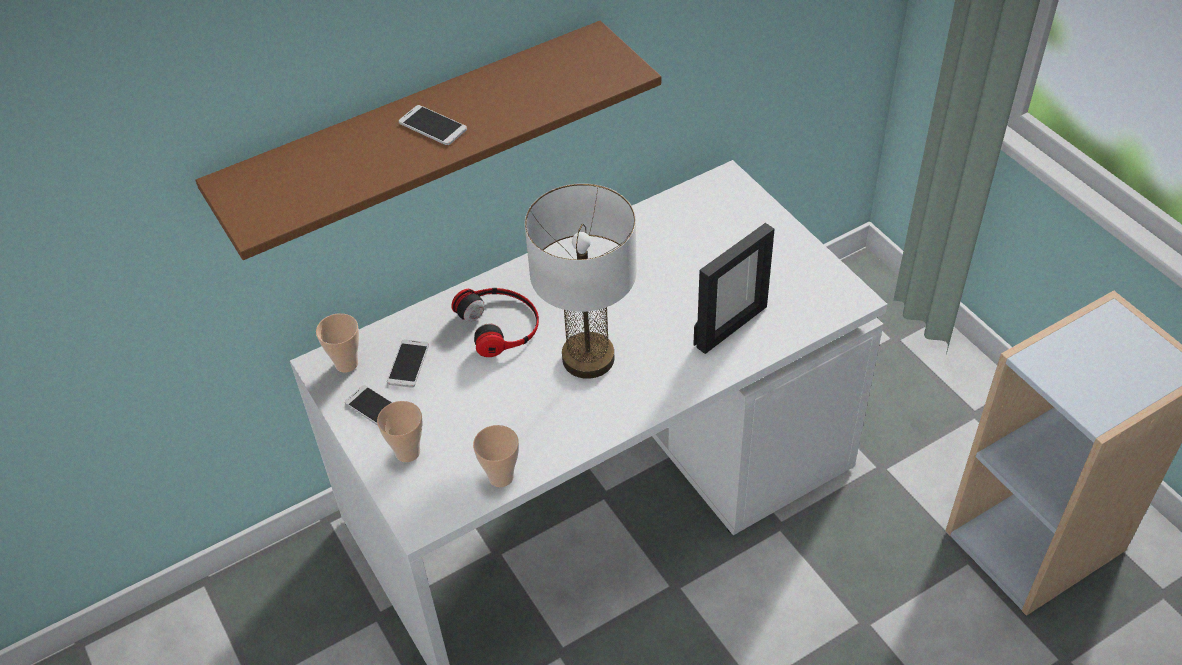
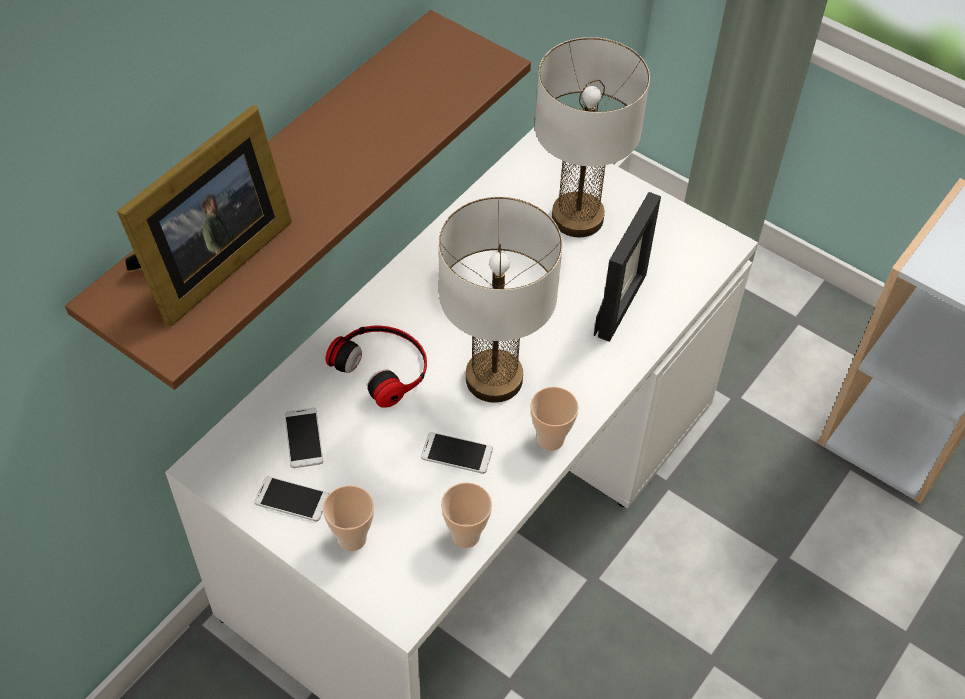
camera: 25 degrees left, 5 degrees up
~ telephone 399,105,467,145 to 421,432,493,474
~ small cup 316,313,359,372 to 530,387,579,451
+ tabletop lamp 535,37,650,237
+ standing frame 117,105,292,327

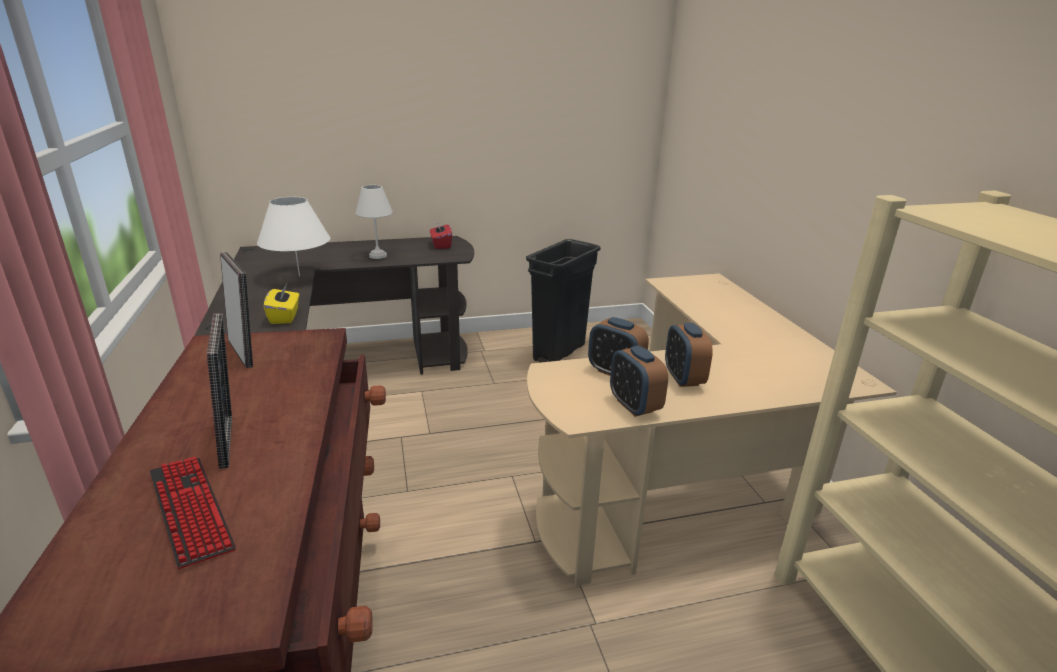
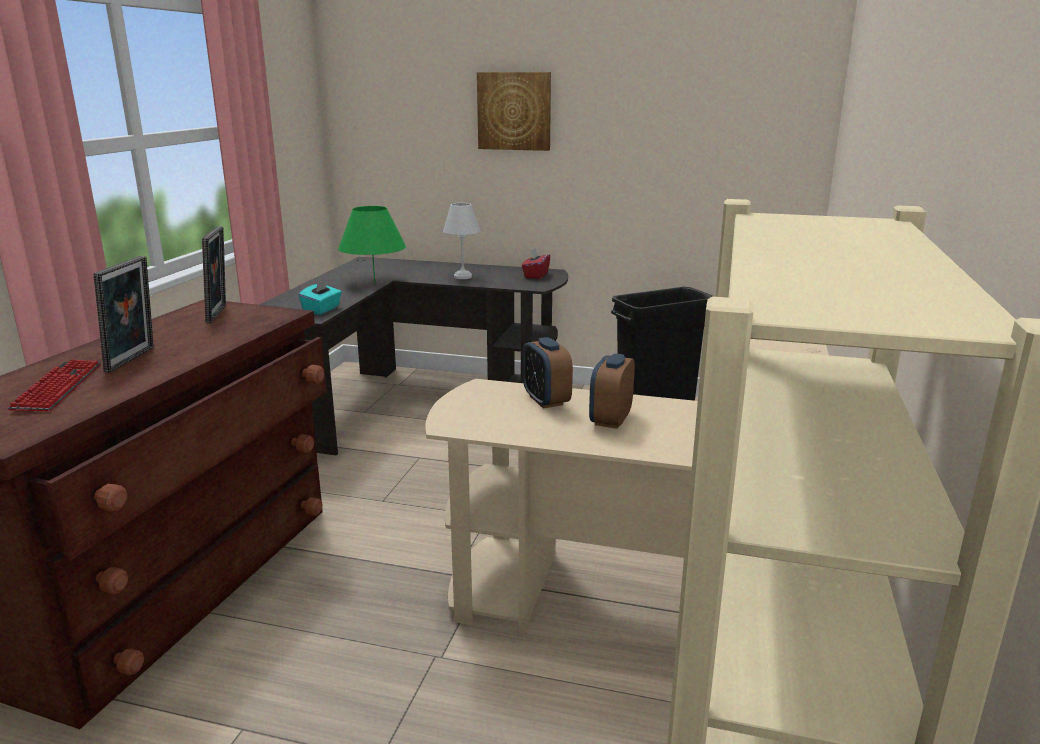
camera: 30 degrees right, 5 degrees down
~ white-coloured tabletop lamp 257,197,330,276 to greenish tabletop lamp 338,206,406,283
~ yellow tissue holder 264,284,299,324 to blue-green tissue holder 299,278,342,315
- table clock 610,345,668,417
+ wall picture 477,72,551,151

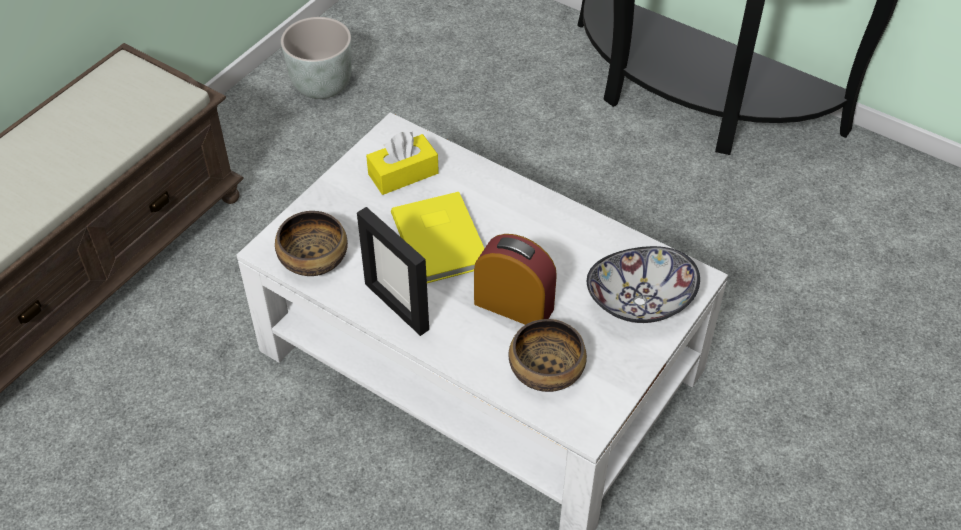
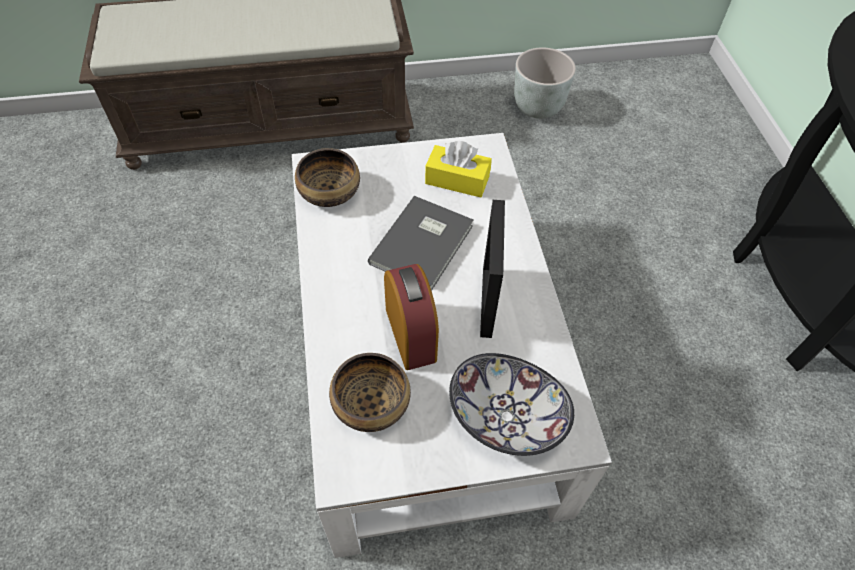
camera: 45 degrees right, 5 degrees up
~ yellow bound book 391,192,485,283 to greyish bound book 368,196,474,291
~ standing frame 357,207,429,336 to 480,200,505,338

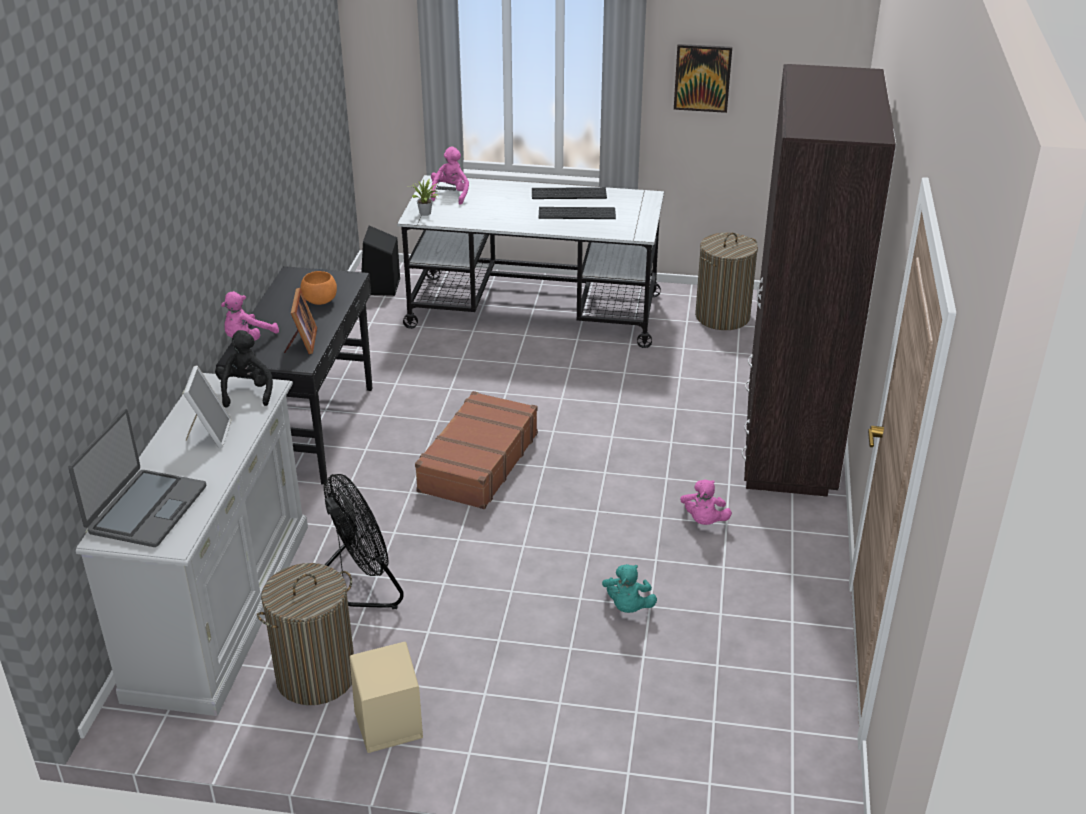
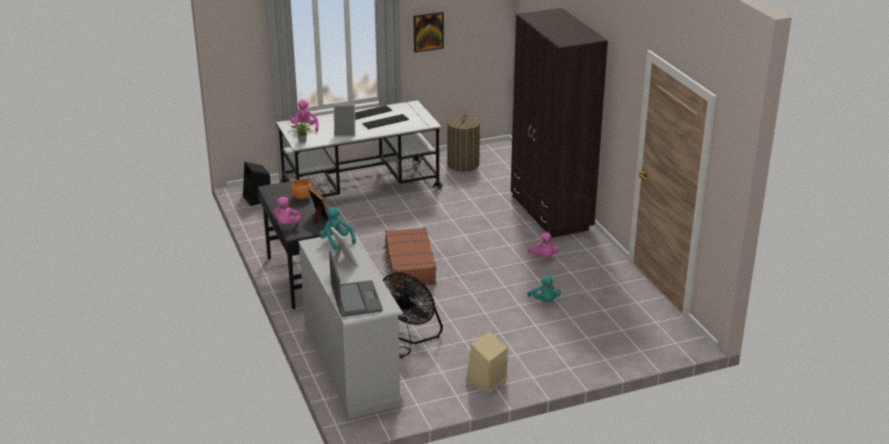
camera: 30 degrees left, 5 degrees down
~ black-coloured cuddly toy 215,330,273,408 to blue-green cuddly toy 319,207,356,250
- hamper 257,563,354,705
+ standing frame 334,105,355,137

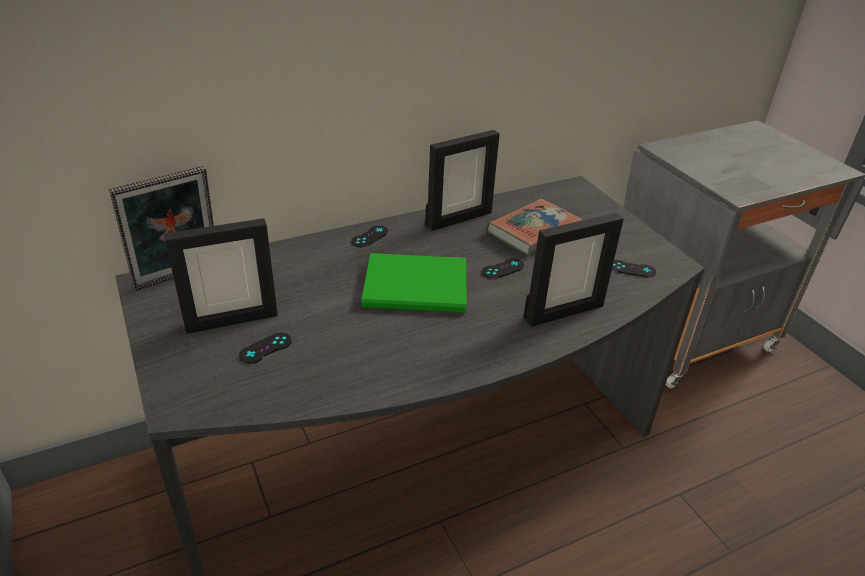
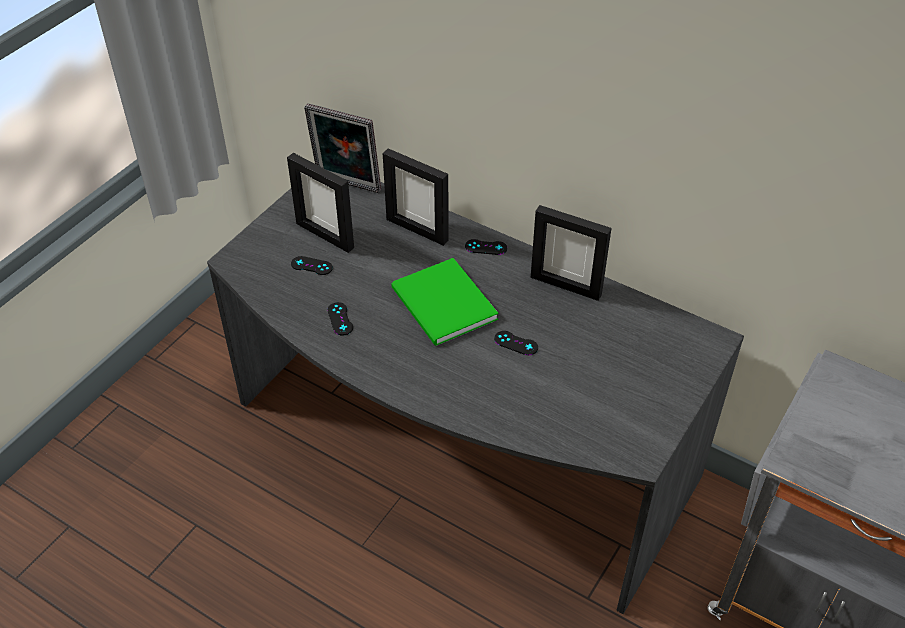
camera: 60 degrees right, 10 degrees up
- bound book 487,199,582,256
~ standing frame 523,213,624,327 to 383,149,449,246
~ black-coloured gamepad 612,260,656,277 to 327,302,353,335

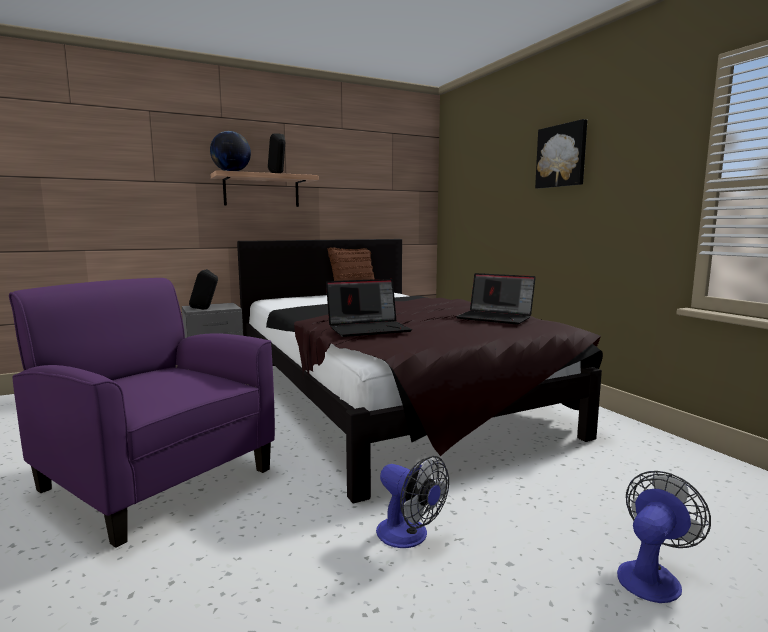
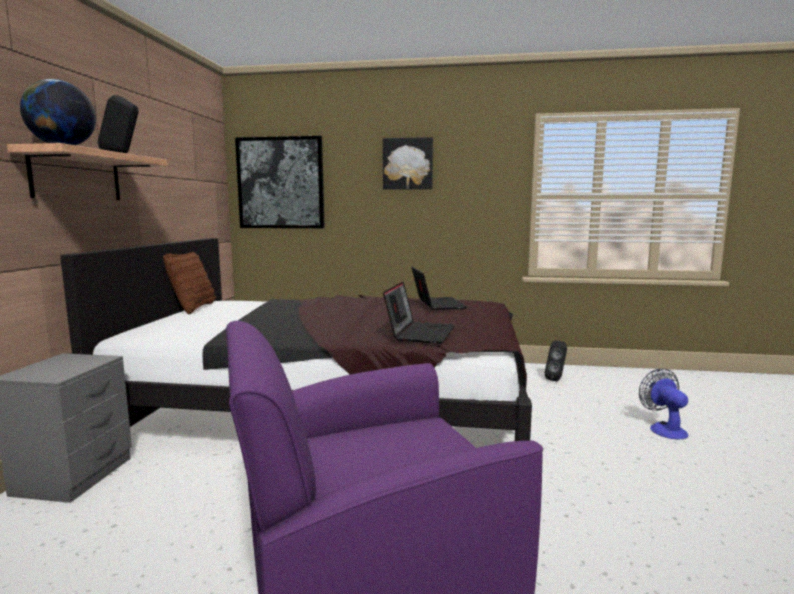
camera: 55 degrees left, 0 degrees up
~ black-coloured audio speaker 189,269,218,309 to 544,341,567,381
~ notebook computer 456,273,536,325 = 411,267,467,310 75 degrees counterclockwise
- fan 376,456,449,548
+ wall picture 235,136,325,228

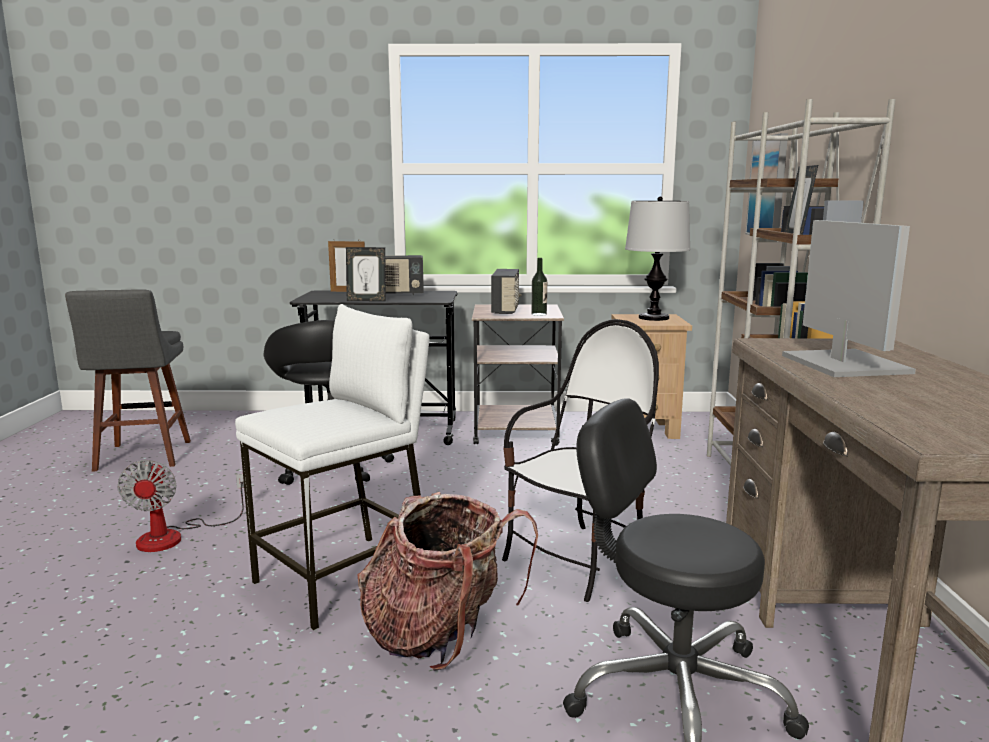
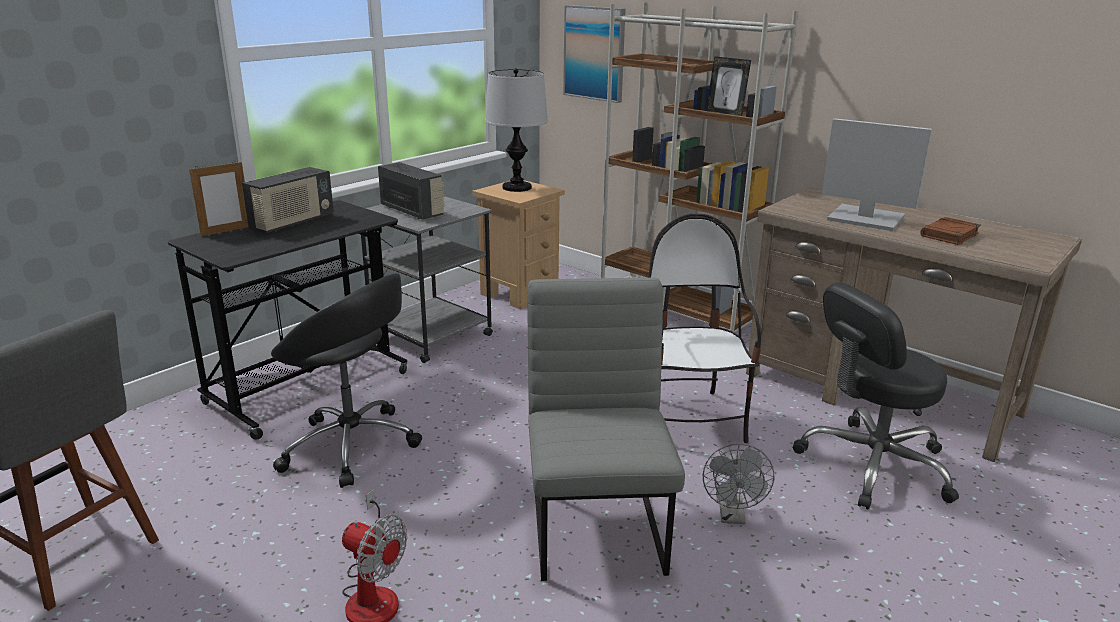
camera: 50 degrees left, 10 degrees up
- standing frame 346,247,386,302
- bottle 531,258,547,316
~ white-coloured stool 235,304,430,631 to greyish plain chair 527,277,685,581
~ brown trolley 472,304,564,446 to greyish trolley 361,196,493,363
~ backpack 357,492,538,671 to greyish fan 703,444,774,524
+ brown bound book 920,217,981,245

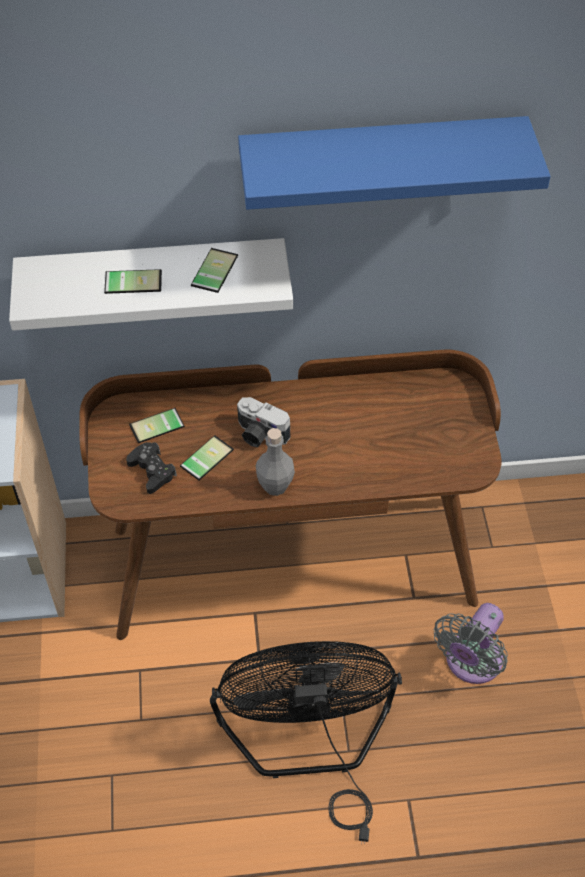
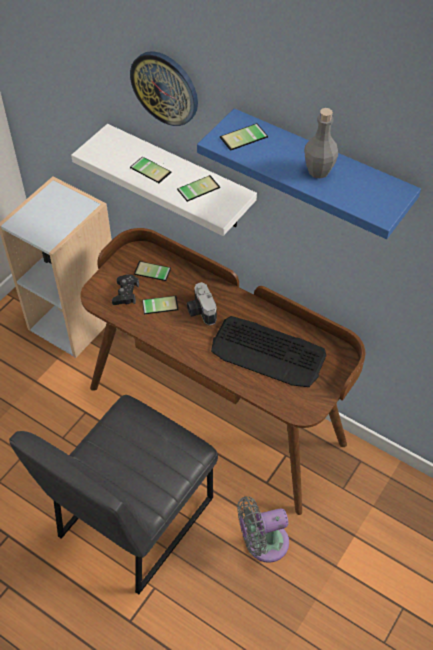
camera: 40 degrees right, 0 degrees up
~ greyish bottle 256,428,295,496 to 304,108,338,178
~ black-coloured fan 210,641,402,845 to greyish plain chair 9,395,218,594
+ clock on the wall 130,51,198,126
+ telephone 220,123,268,151
+ PC keyboard 211,316,326,387

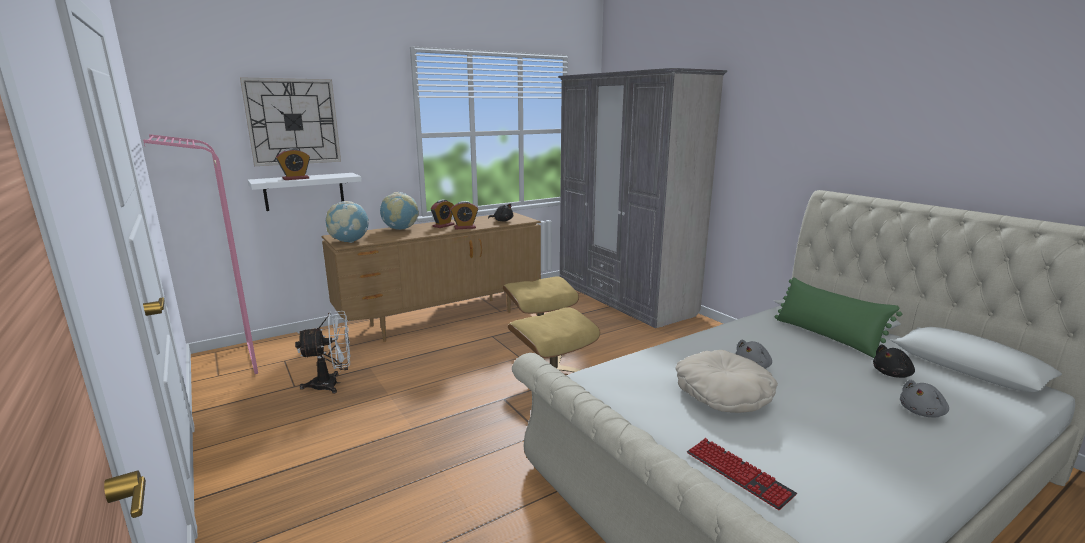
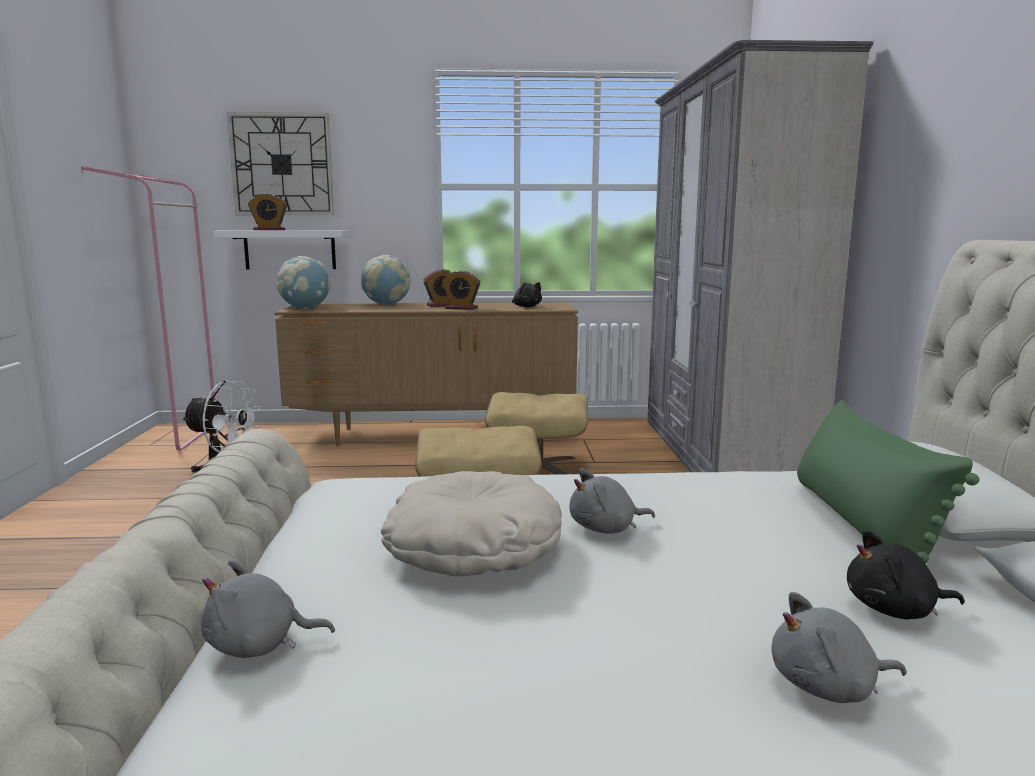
camera: 30 degrees right, 5 degrees down
~ PC keyboard 687,438,797,510 to greyish cuddly toy 201,560,335,658

